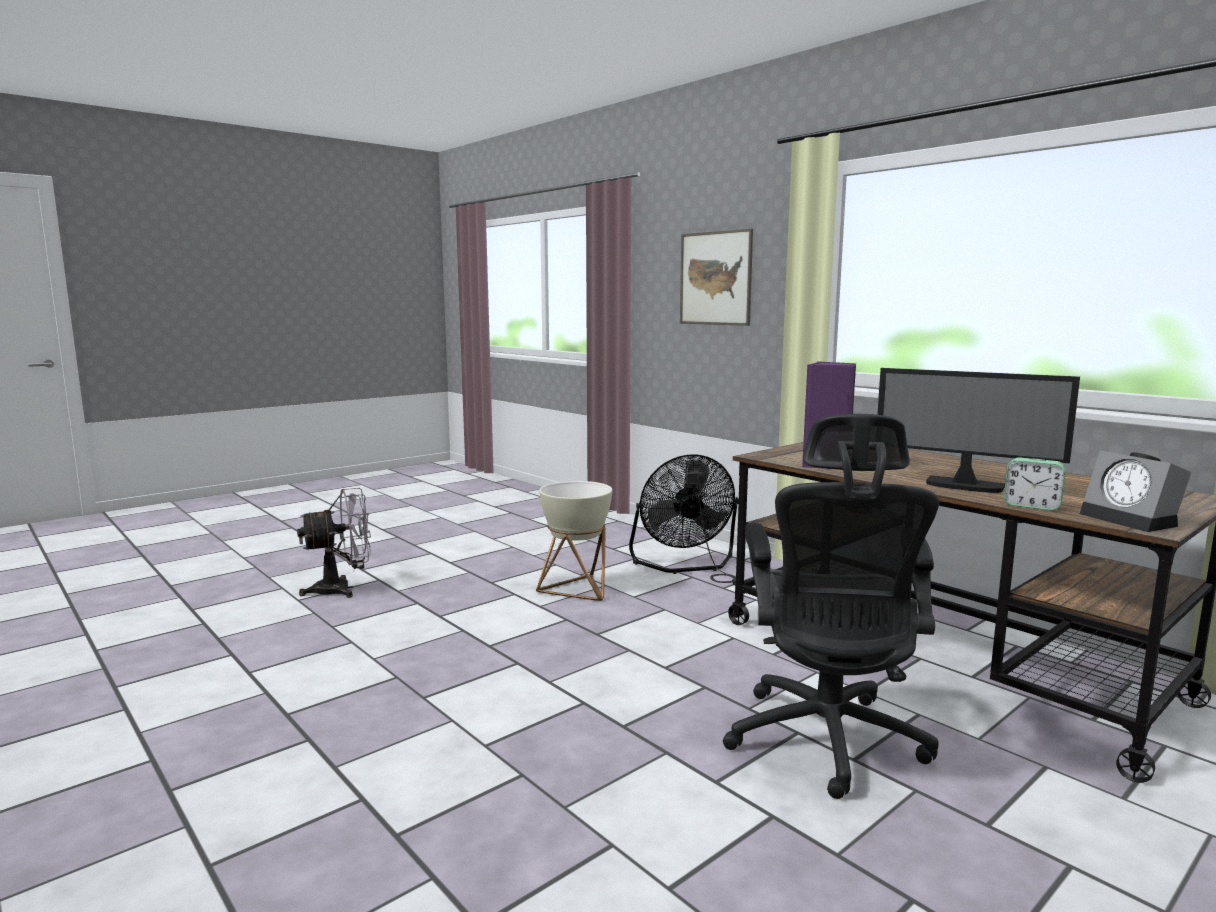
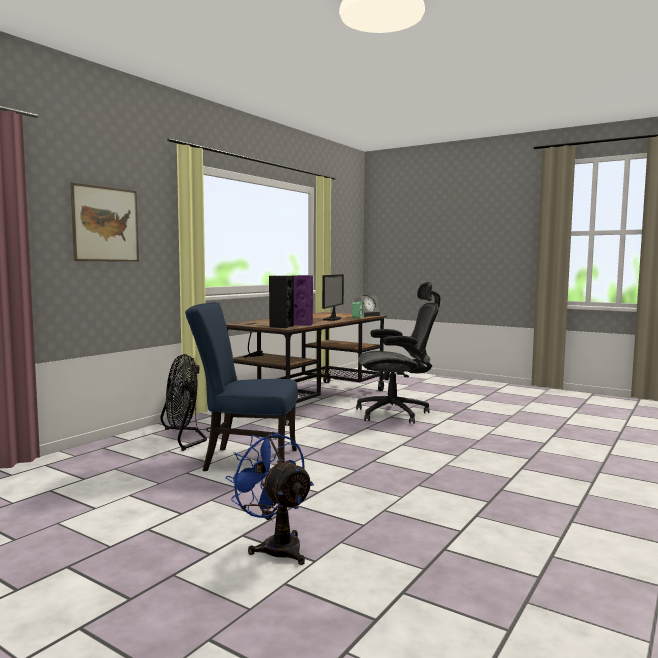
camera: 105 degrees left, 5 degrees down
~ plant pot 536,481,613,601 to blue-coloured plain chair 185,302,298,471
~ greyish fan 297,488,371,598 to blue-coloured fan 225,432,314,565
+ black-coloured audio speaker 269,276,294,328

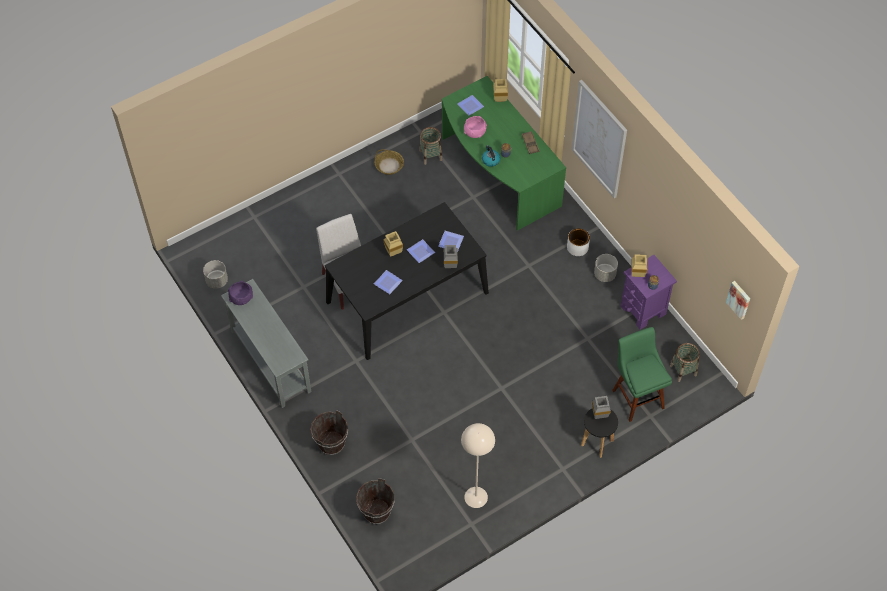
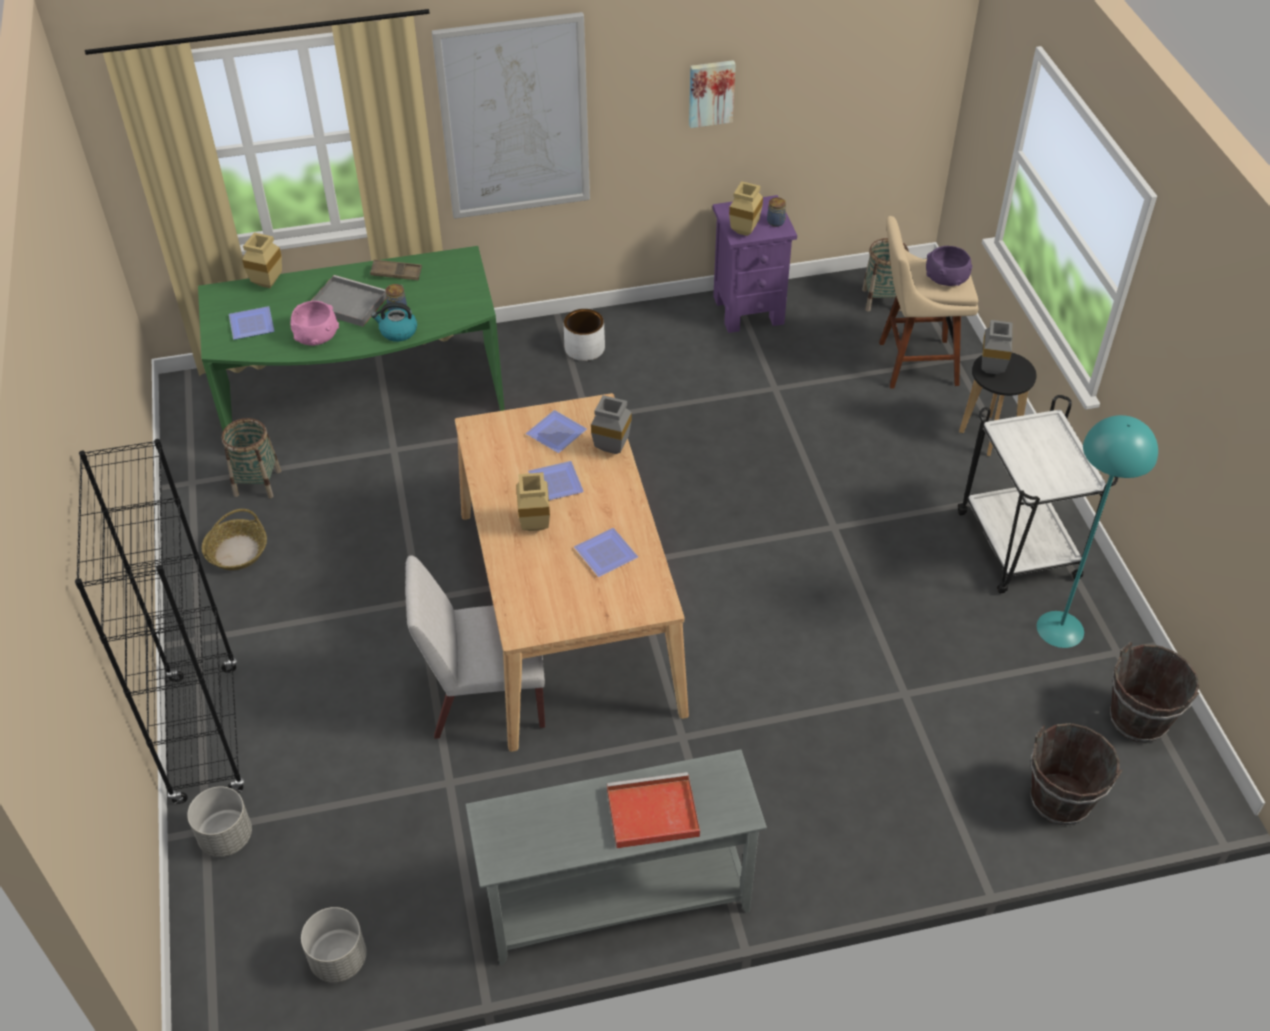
camera: 70 degrees left, 10 degrees down
~ black-coloured kitchen table 325,202,489,360 to beige kitchen table 455,393,689,752
~ greyish plant pot 594,254,618,282 to 187,786,252,857
~ purplish bowl 228,281,253,305 to 926,246,972,286
~ wall picture 726,281,750,320 to 689,60,736,128
~ greenish stool 612,327,672,422 to beige stool 879,216,978,389
~ brown pail 310,410,348,455 to 1110,642,1199,743
~ beige floor lamp 461,423,495,508 to blue-green floor lamp 1037,415,1158,648
+ greyish serving tray 311,275,387,327
+ white-coloured trolley 957,395,1118,594
+ black-coloured shelving unit 75,439,244,804
+ red-coloured serving tray 607,772,700,848

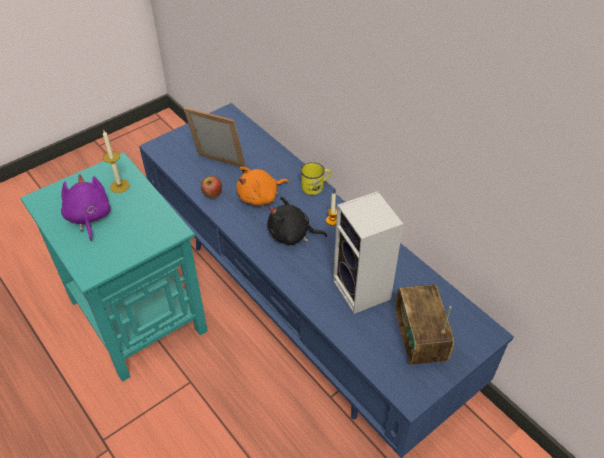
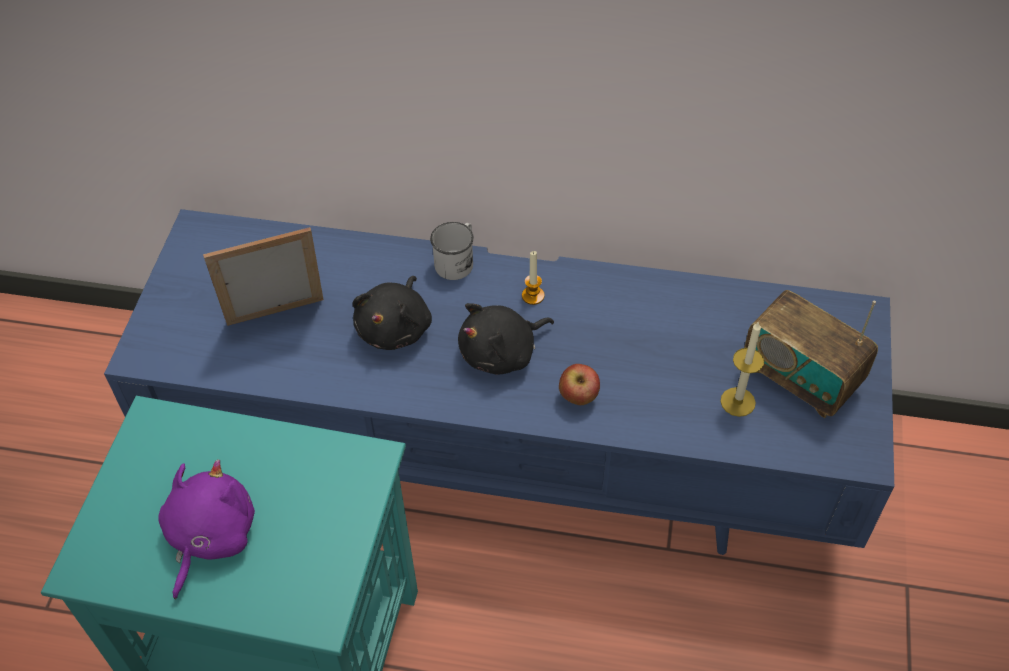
camera: 40 degrees left, 5 degrees up
~ wax light 103,131,129,193 to 720,321,764,417
~ yellow coffee mug 301,162,331,195 to white-coloured coffee mug 430,222,474,280
~ orange cuddly toy 236,167,289,205 to black-coloured cuddly toy 353,276,432,350
~ purplish cuddly toy 61,174,111,242 = 158,459,255,600 75 degrees clockwise
~ whole apple 201,176,222,198 to 559,364,600,405
- audio speaker 333,191,404,314

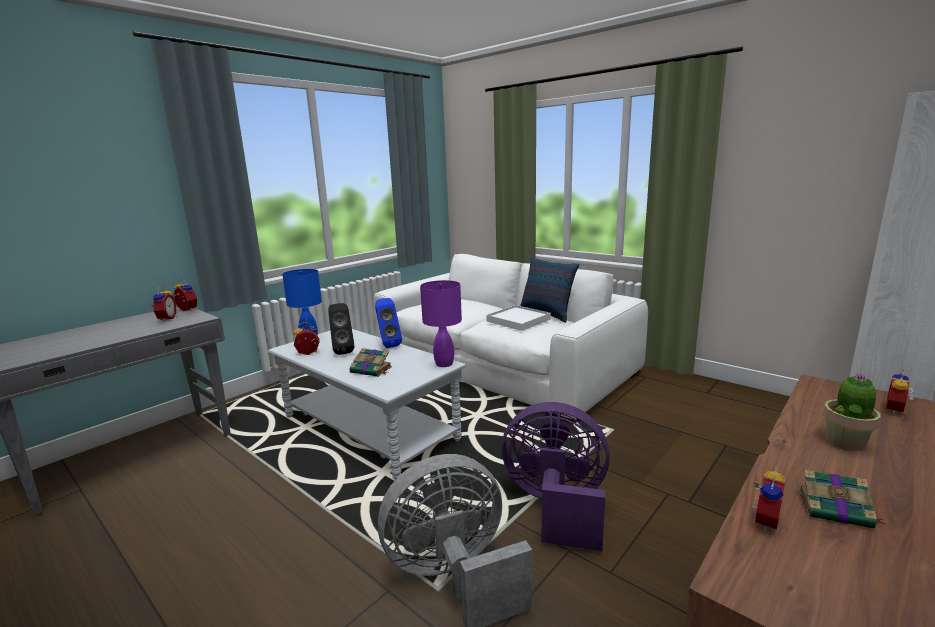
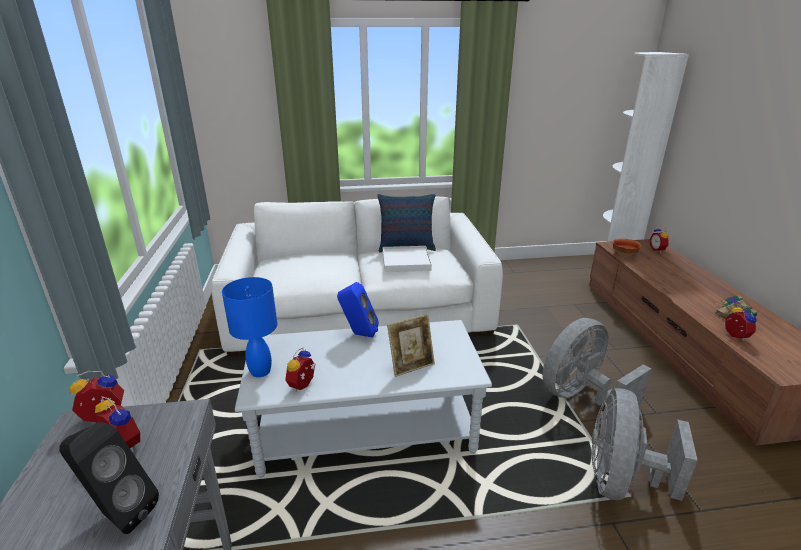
camera: 50 degrees left, 10 degrees up
- purplish tabletop lamp 420,280,462,367
~ black-coloured audio speaker 328,303,354,355 to 60,422,159,534
~ bound book 350,348,392,377 to standing frame 387,314,435,377
- plant in a pot 823,373,881,451
~ purplish fan 502,402,610,551 to greyish fan 542,318,651,406
+ bowl 613,239,641,257

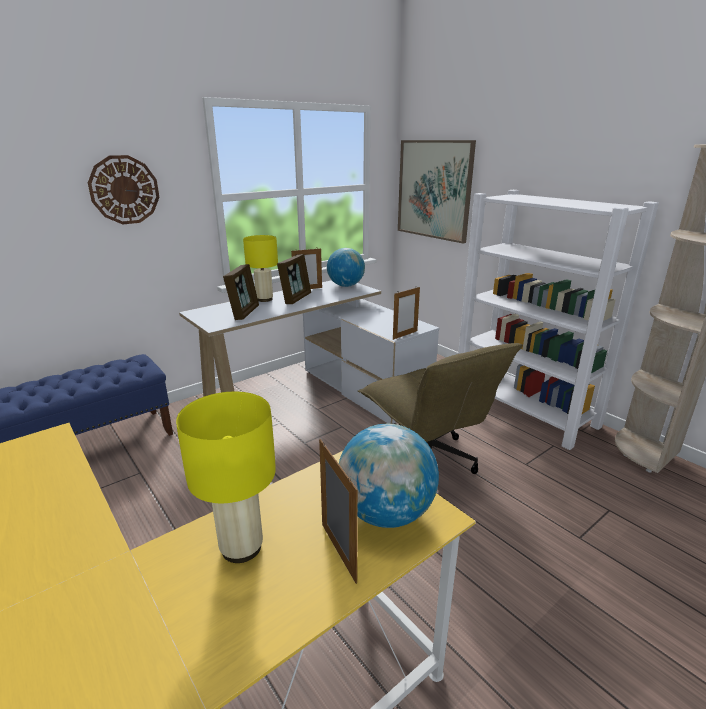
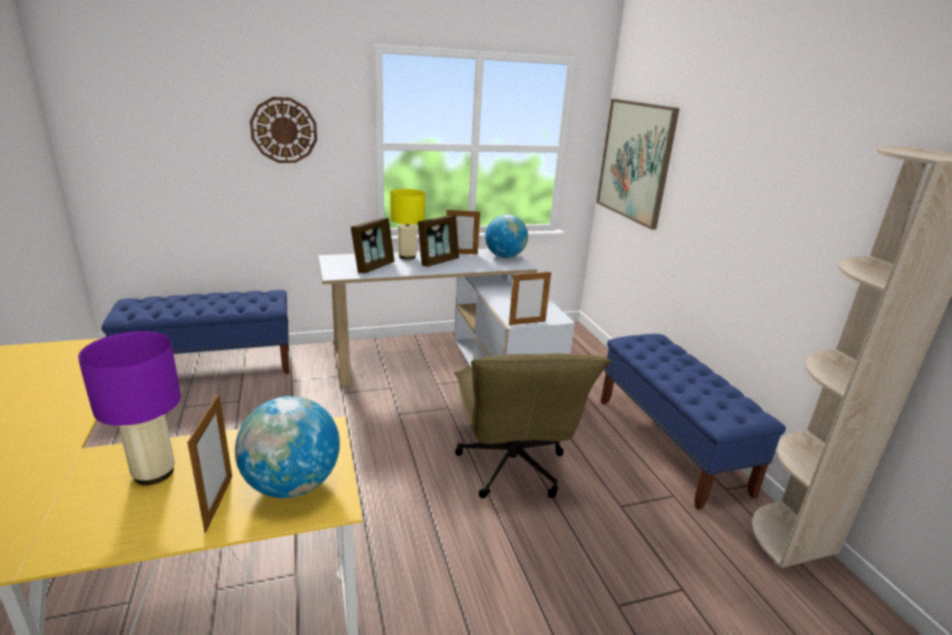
camera: 20 degrees right, 0 degrees up
~ white-coloured shelving unit 458,190,659,450 to blue-coloured bench 601,334,786,510
~ yellow tabletop lamp 176,392,276,563 to purplish tabletop lamp 78,331,181,485

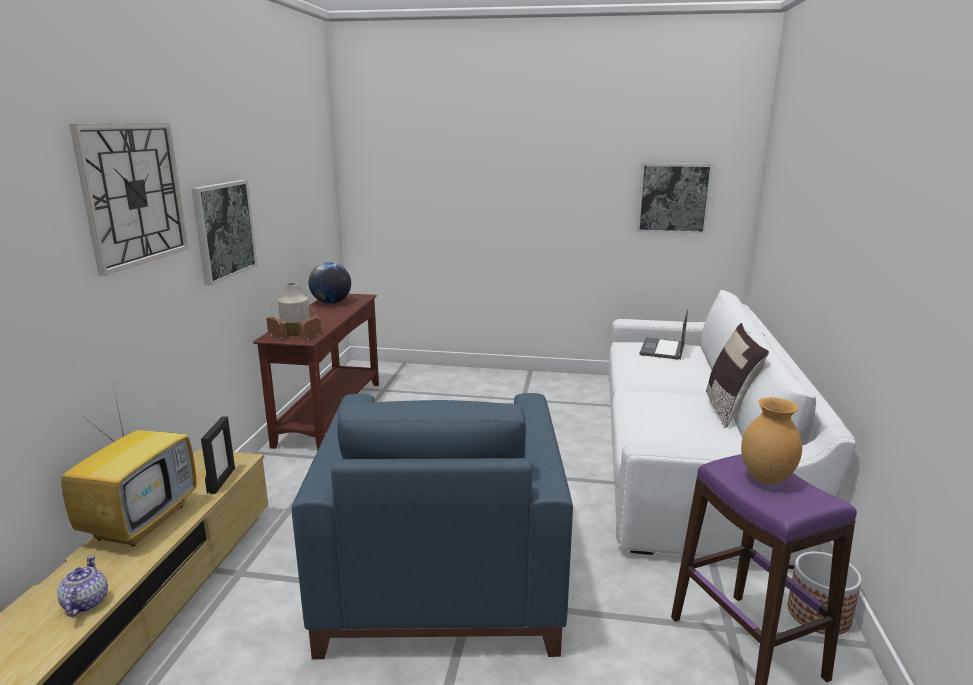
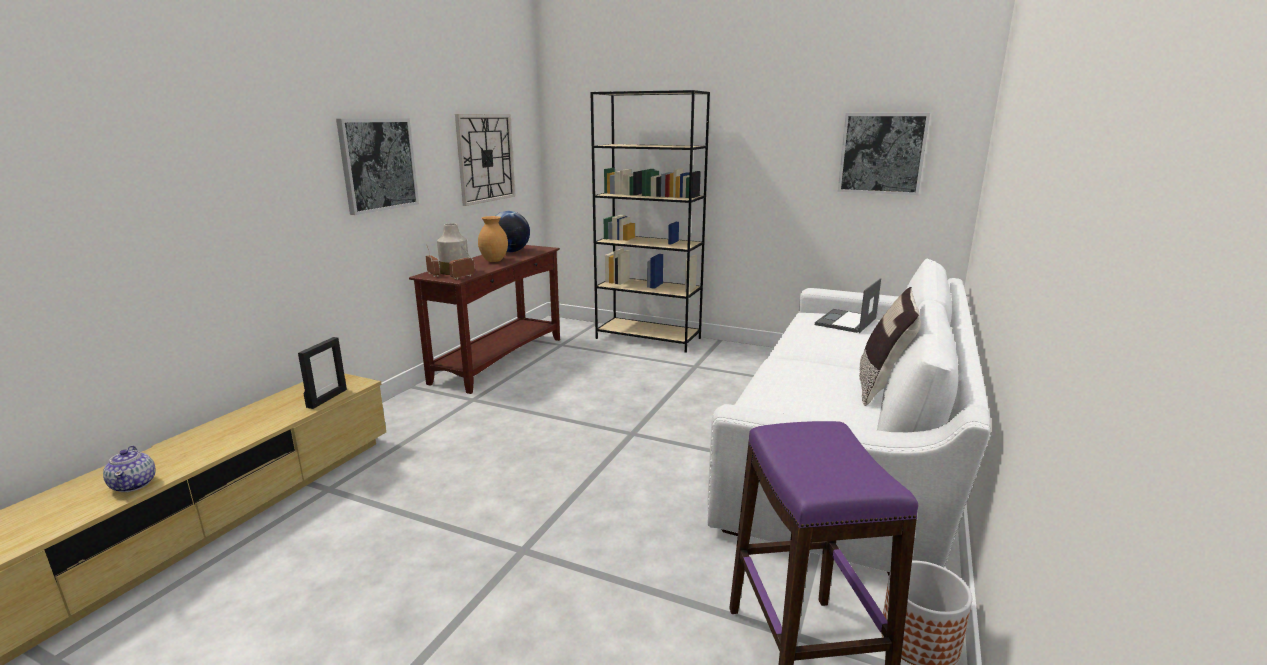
camera: 15 degrees right, 0 degrees up
~ clock on the wall 69,123,189,276 to 455,114,515,206
- TV set 61,380,197,547
- blue-coloured easy chair 292,393,573,659
~ brown flower vase 741,397,802,484 to 478,216,508,262
~ pot for tea 57,555,108,617 = 103,446,156,492 150 degrees clockwise
+ beige shelving unit 590,90,710,353

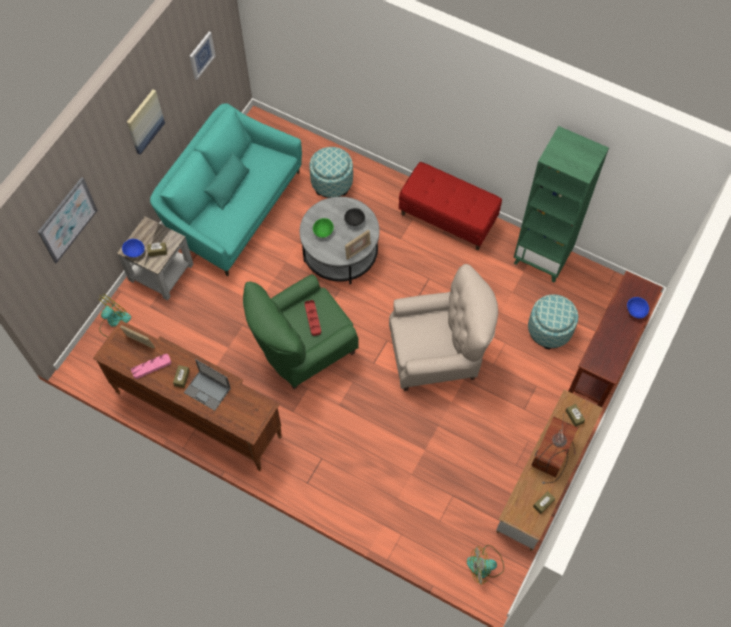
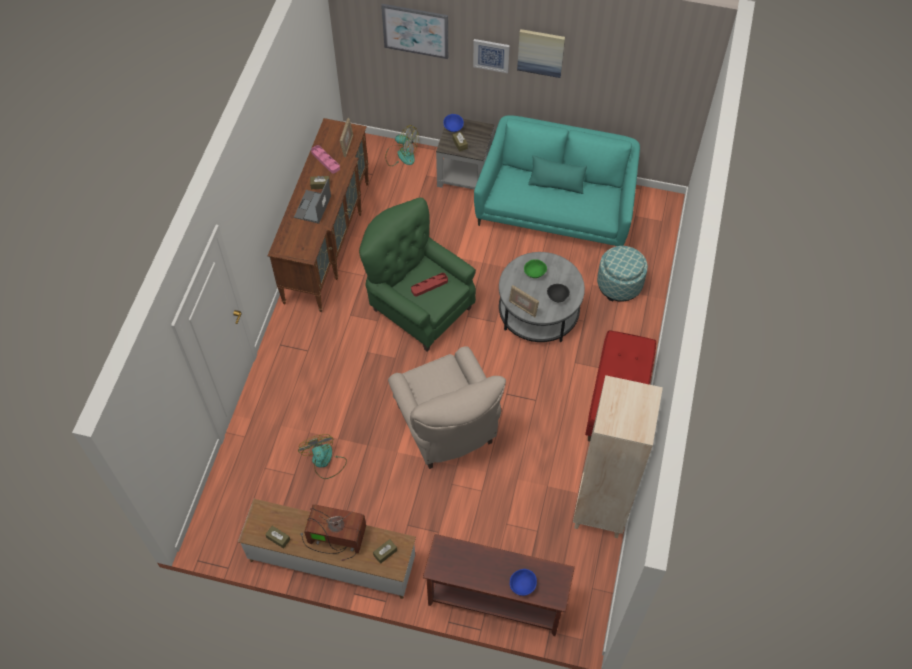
camera: 75 degrees right, 5 degrees down
~ wall picture 190,32,216,80 to 473,39,510,73
~ greenish shelving unit 513,126,609,283 to beige shelving unit 573,375,663,538
- pouffe 528,295,578,349
~ fan 467,545,504,585 to 298,434,347,479

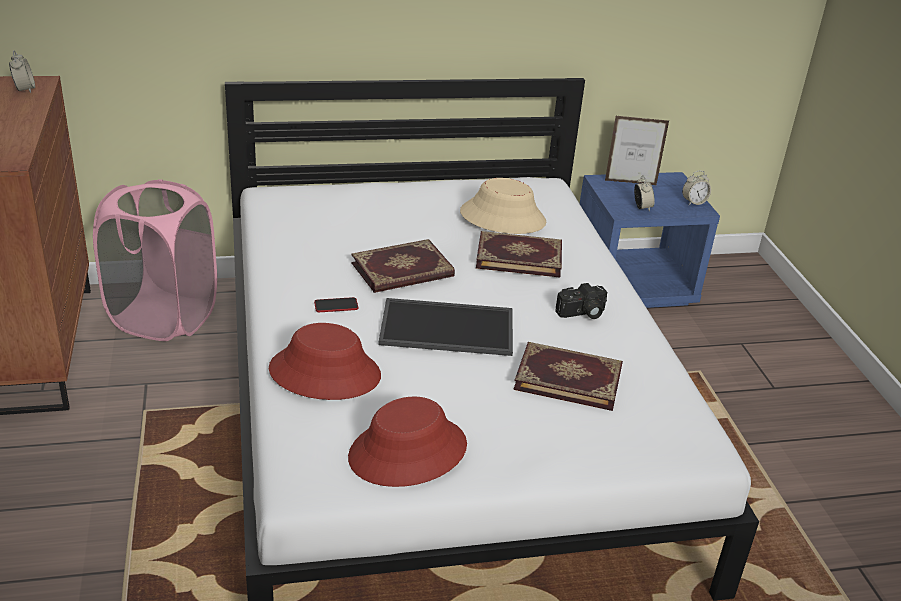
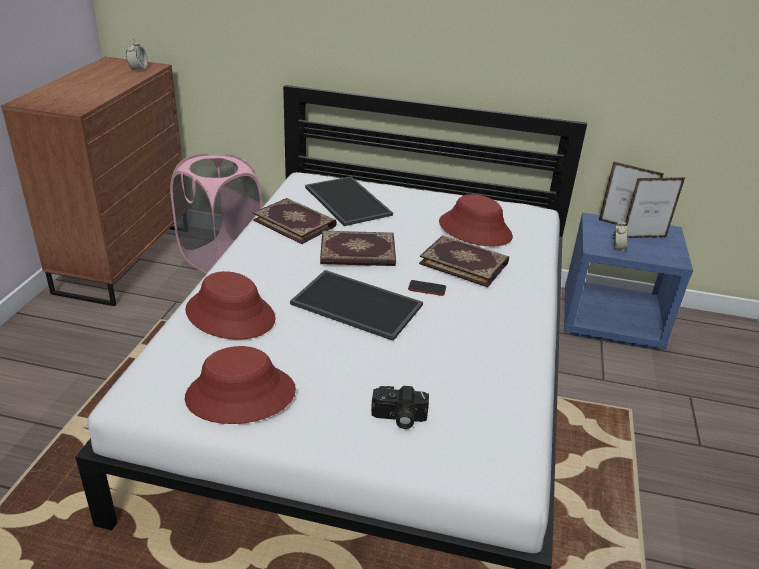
camera: 25 degrees right, 0 degrees up
- table clock 682,171,711,205
~ beige clothing hat 460,178,546,234 to red-coloured clothing hat 439,194,513,247
~ still camera 555,283,607,319 to 371,386,429,429
~ telephone 314,297,359,312 to 408,280,446,296
~ bound book 513,342,623,411 to 252,198,337,244
+ serving tray 305,176,393,226
+ standing frame 624,177,685,238

